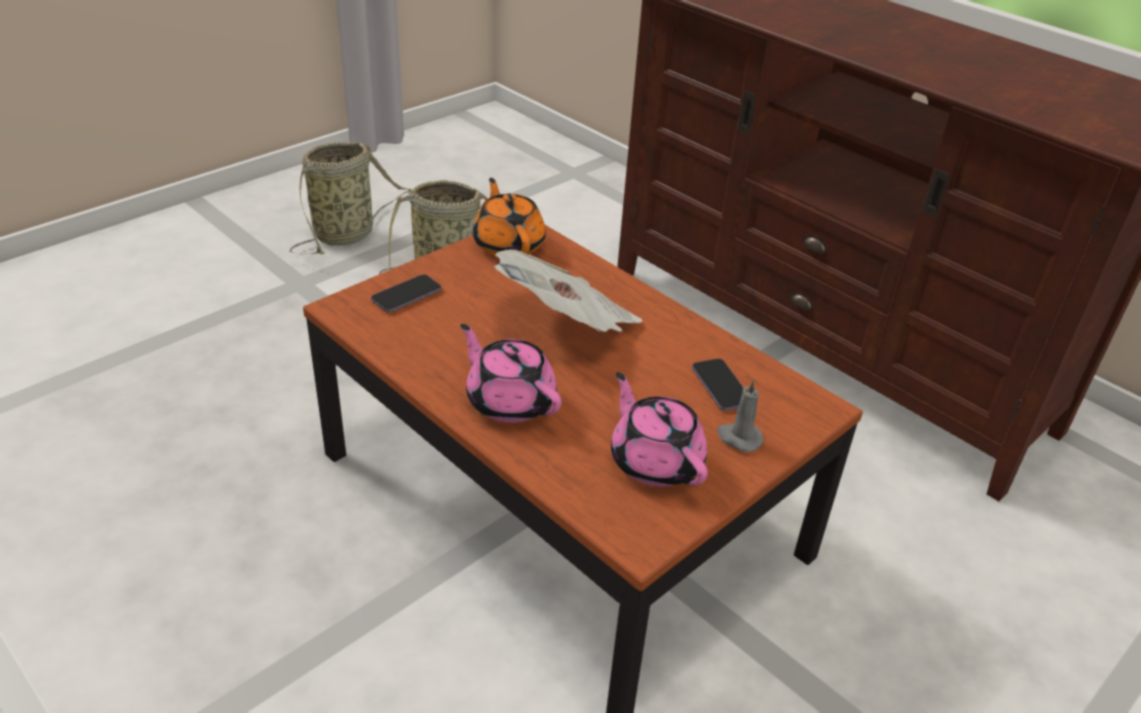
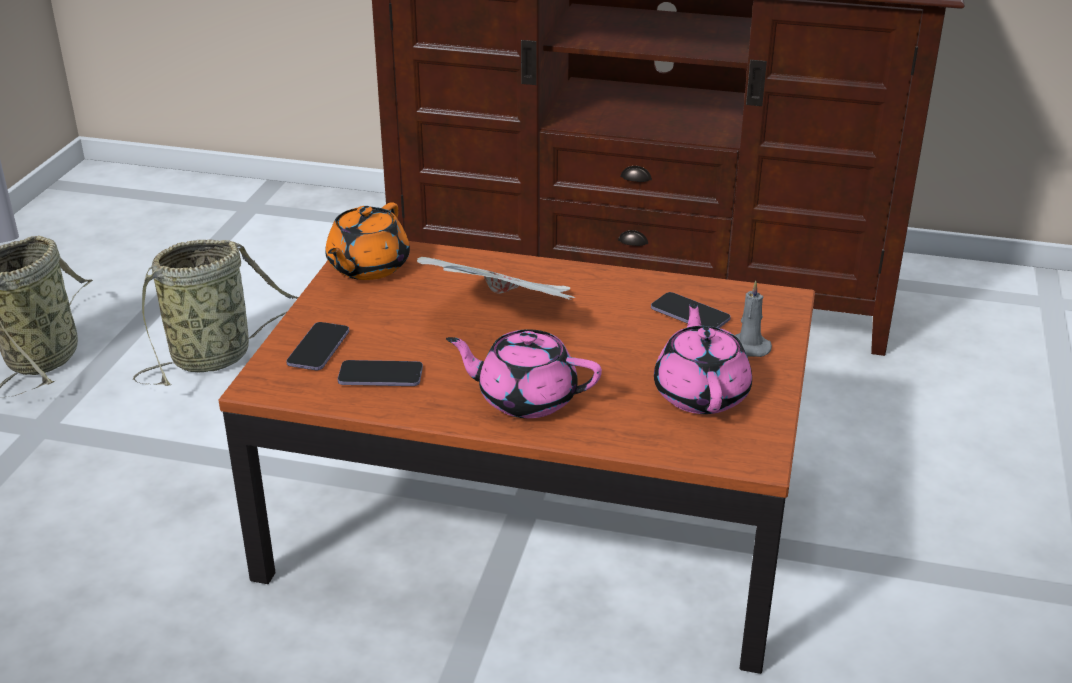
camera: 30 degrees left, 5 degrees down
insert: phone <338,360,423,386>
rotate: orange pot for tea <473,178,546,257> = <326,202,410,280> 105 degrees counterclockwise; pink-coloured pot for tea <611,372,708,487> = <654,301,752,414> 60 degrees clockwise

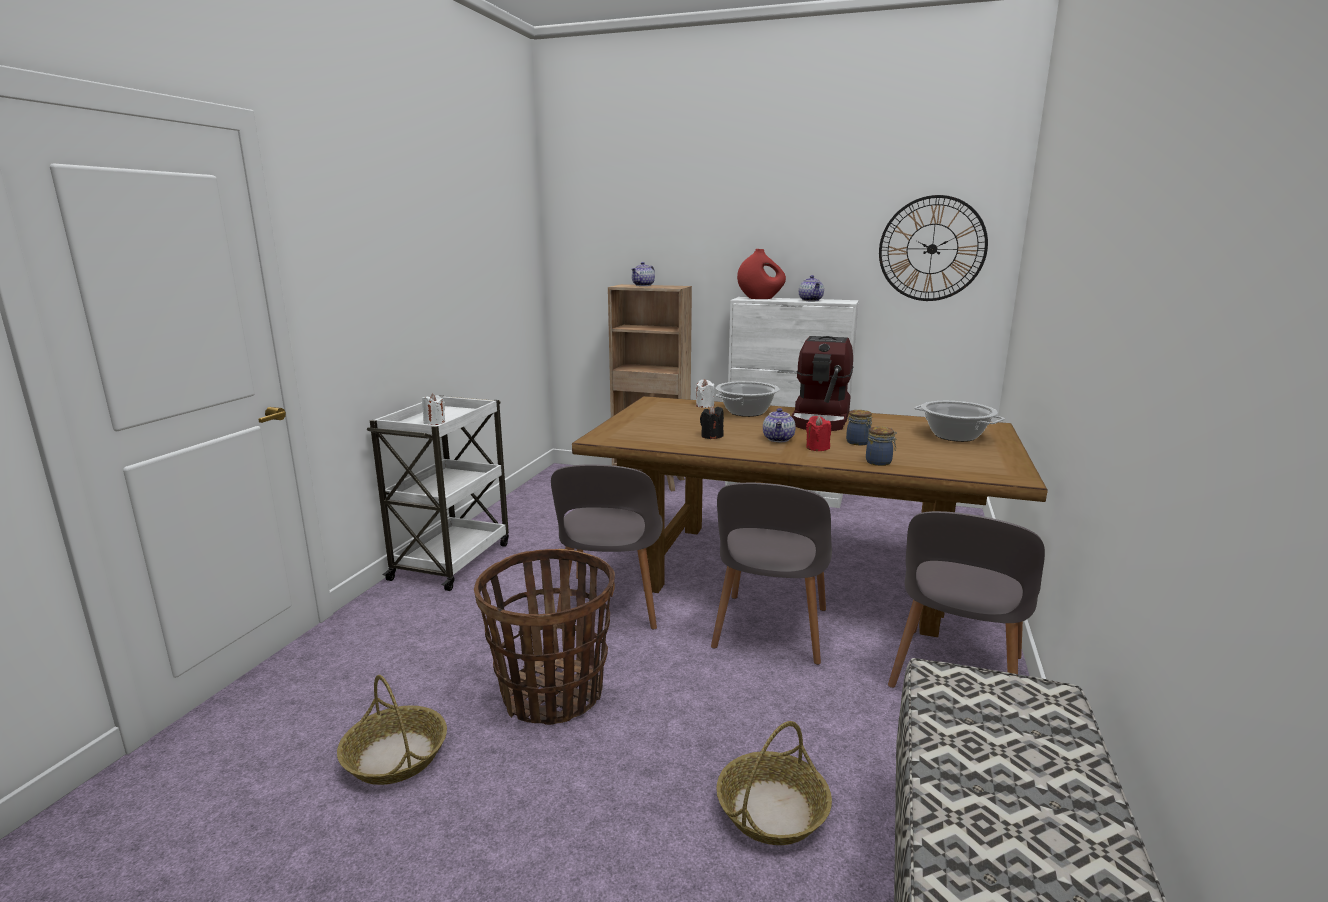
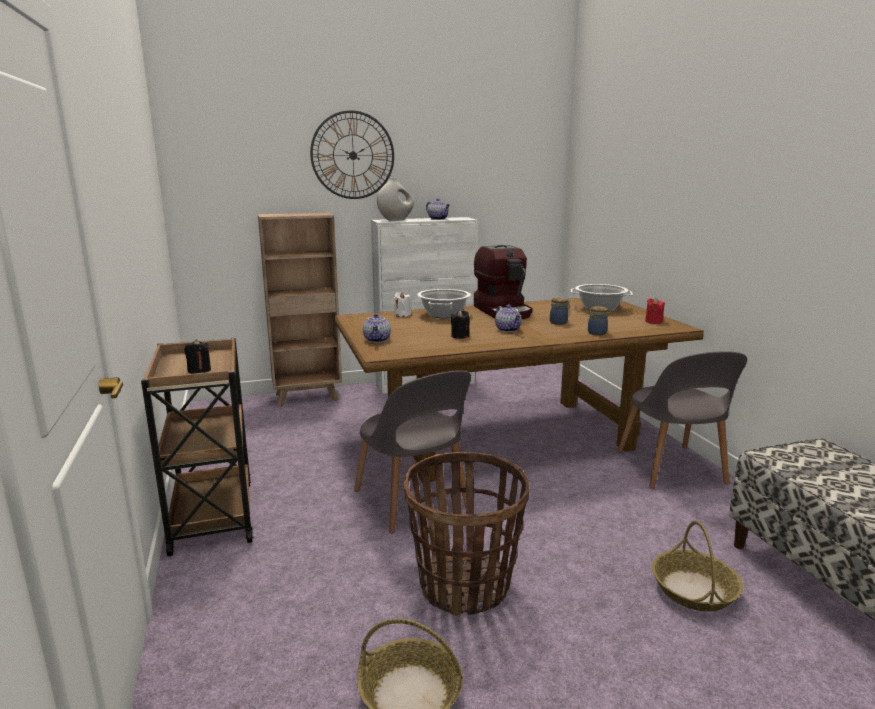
camera: 35 degrees left, 0 degrees up
delete: gray chair <711,483,832,665>
move: pot for tea <632,262,655,286> to <363,313,391,343>; reddish wax candle <806,416,831,451> to <645,298,665,324>; hanging clock <879,195,988,301> to <310,110,394,199>
recolor: white-coloured trolley <367,395,509,591> to brown trolley <141,338,253,556>; white-coloured wax candle <422,393,445,425> to blackish wax candle <184,339,211,374>; reddish vase <737,249,786,299> to white-coloured vase <377,177,414,221>

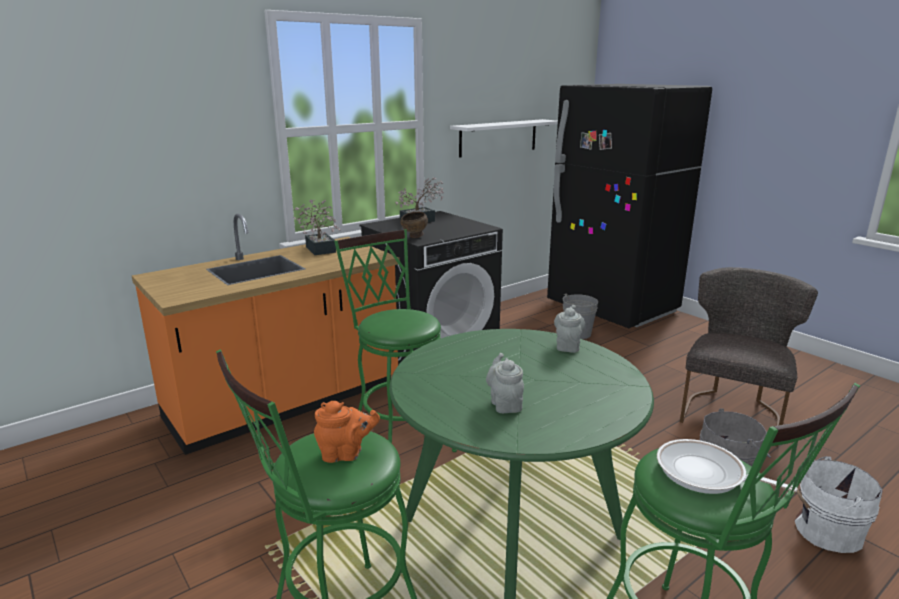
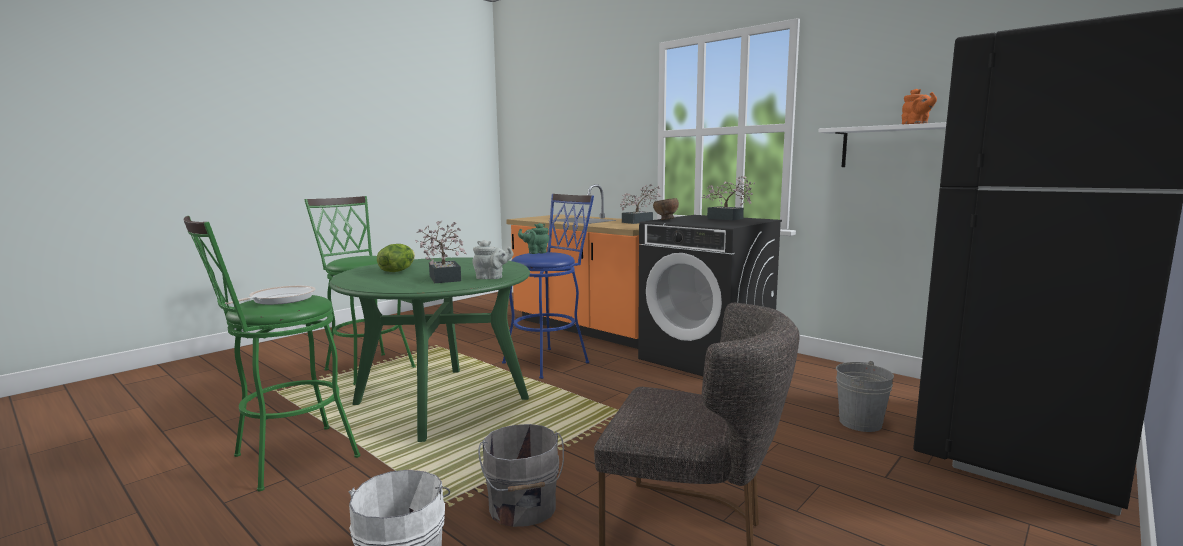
camera: 80 degrees right, 10 degrees down
insert: houseplant <415,220,467,283>; greenish pot for tea <518,223,550,254>
move: orange pot for tea <314,401,380,463> to <902,89,937,124>
replace: gray pot for tea <486,353,524,413> to head of lettuce <377,244,415,272>
recolor: greenish stool <334,230,457,452> to bluish stool <502,194,594,379>

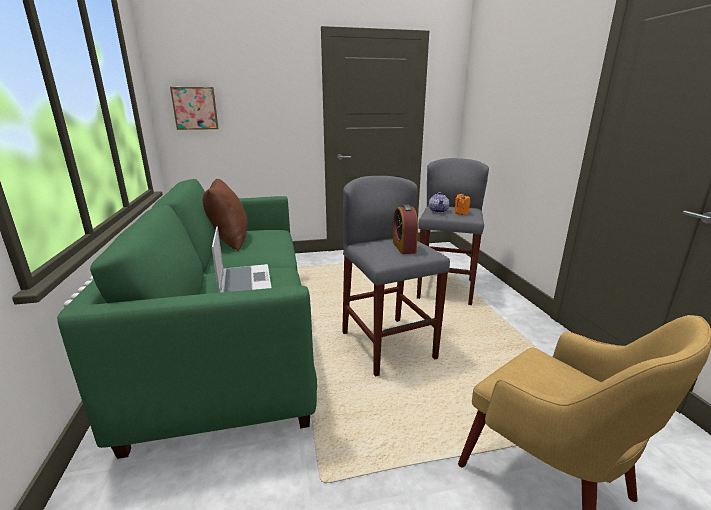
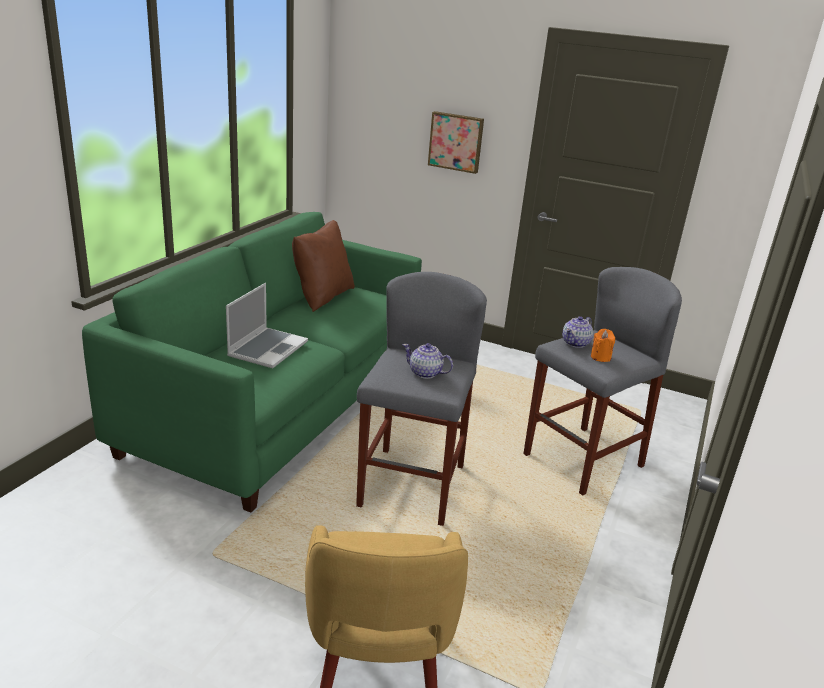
camera: 35 degrees right, 5 degrees up
move: picture <170,87,219,130> to <428,111,484,174>
replace: alarm clock <393,205,418,254> to pot for tea <402,343,453,379>

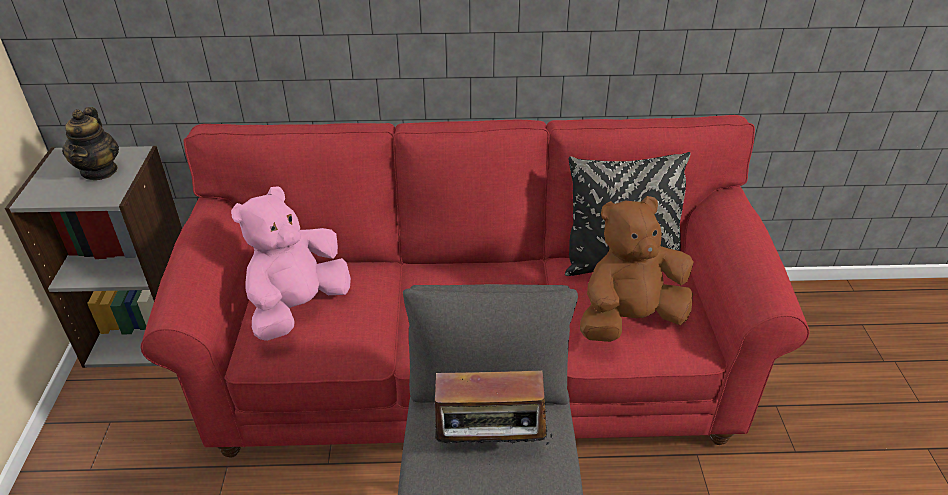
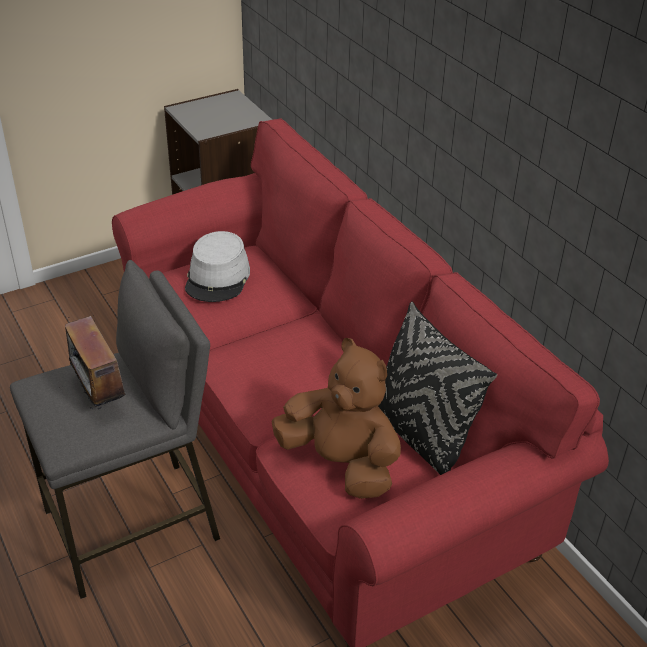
camera: 60 degrees right, 0 degrees up
delete: pot for tea <62,107,119,180>
replace: pink-coloured soft toy <231,186,351,341> to gray wearable hat <185,231,250,302>

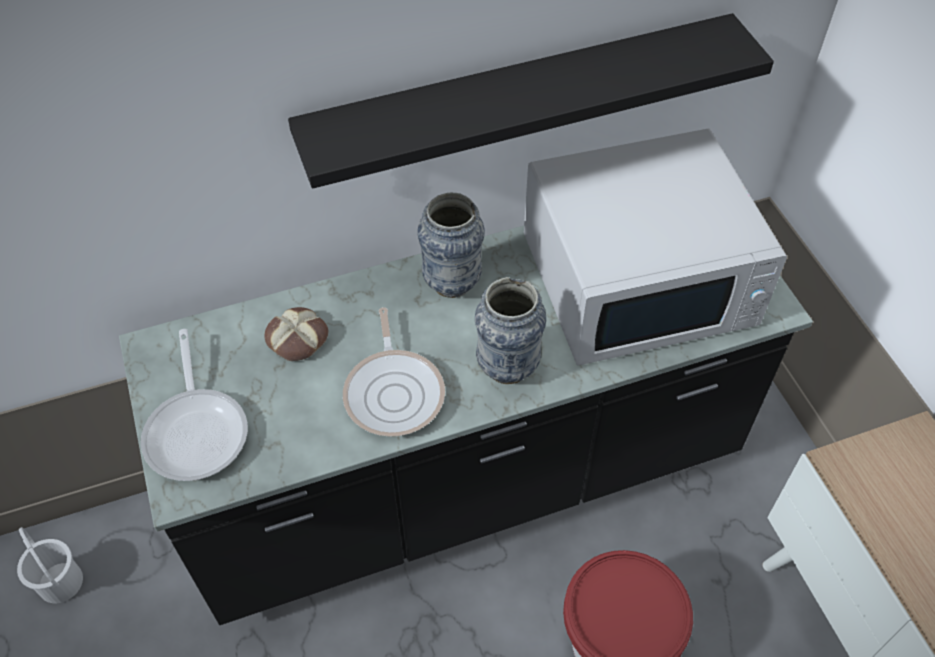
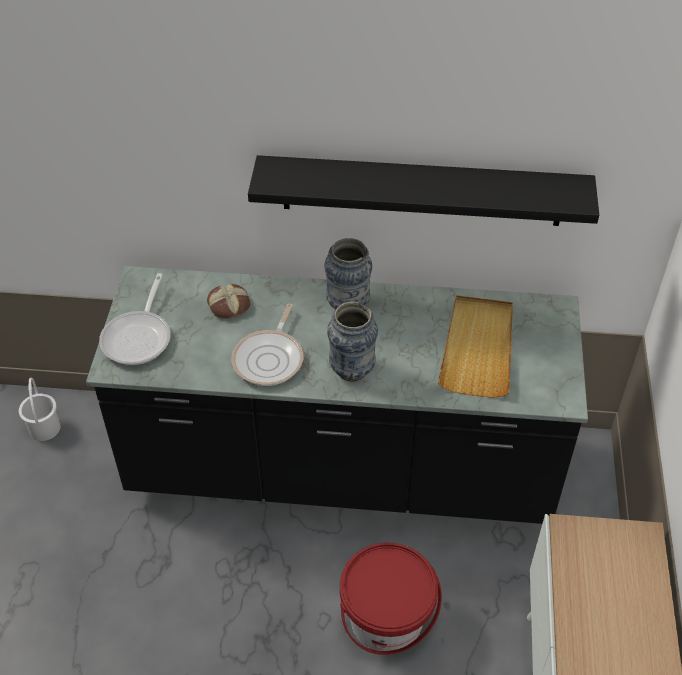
camera: 25 degrees right, 5 degrees down
replace: white-coloured microwave <524,129,787,365> to beige-coloured tray <438,295,513,398>

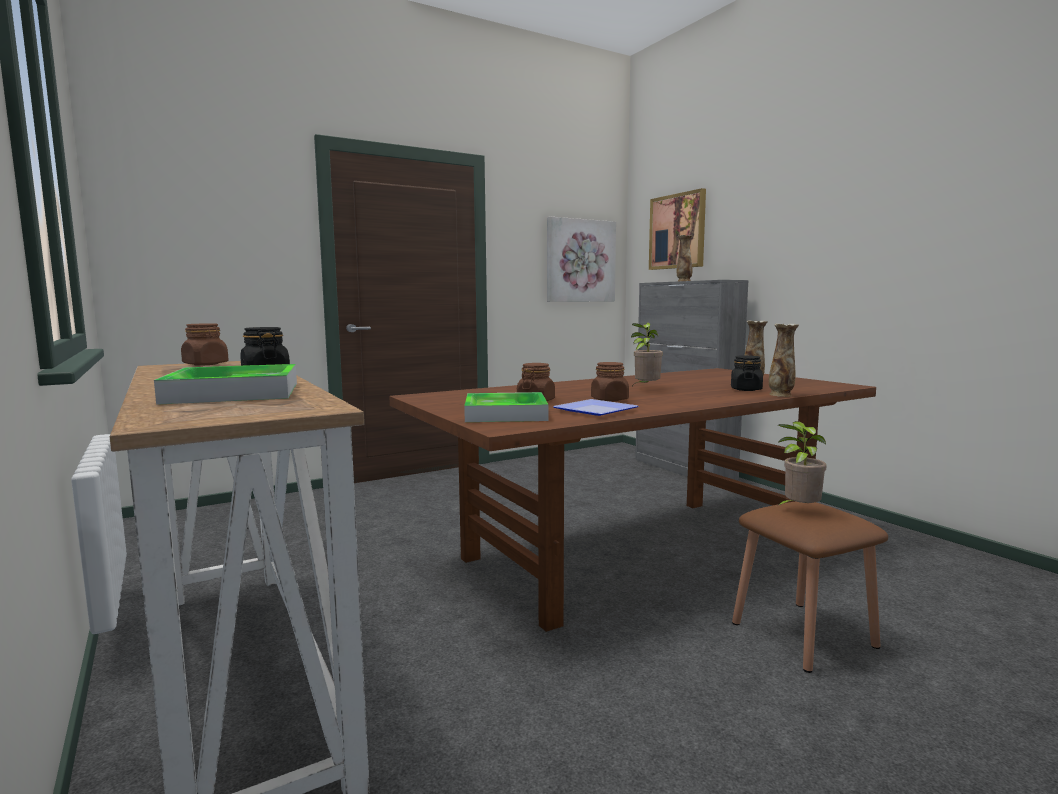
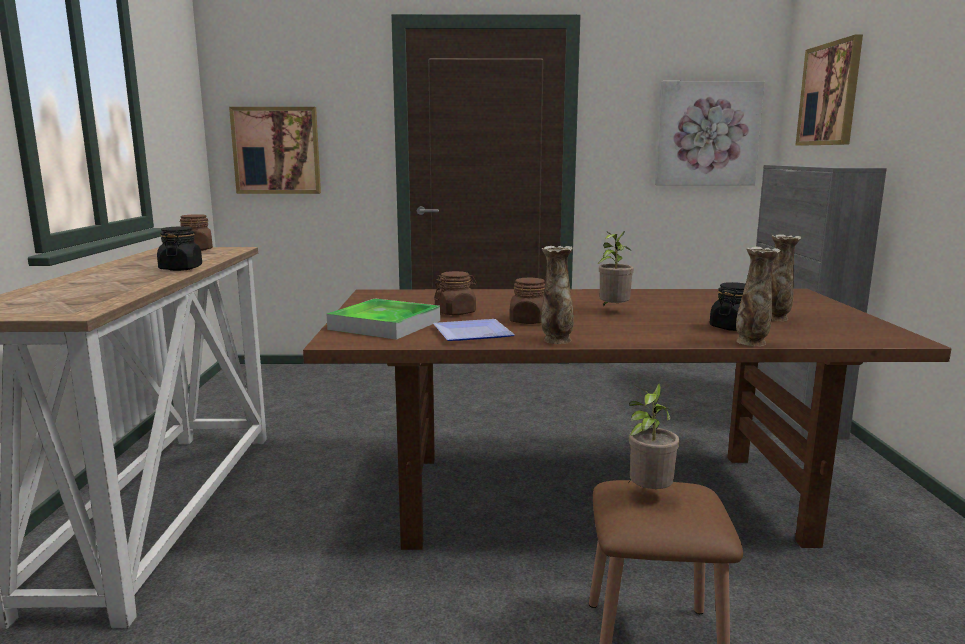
camera: 30 degrees right, 5 degrees up
delete: tray <154,364,297,405>
insert: picture <229,107,321,194>
move: vase <677,235,693,281> to <541,246,574,344>

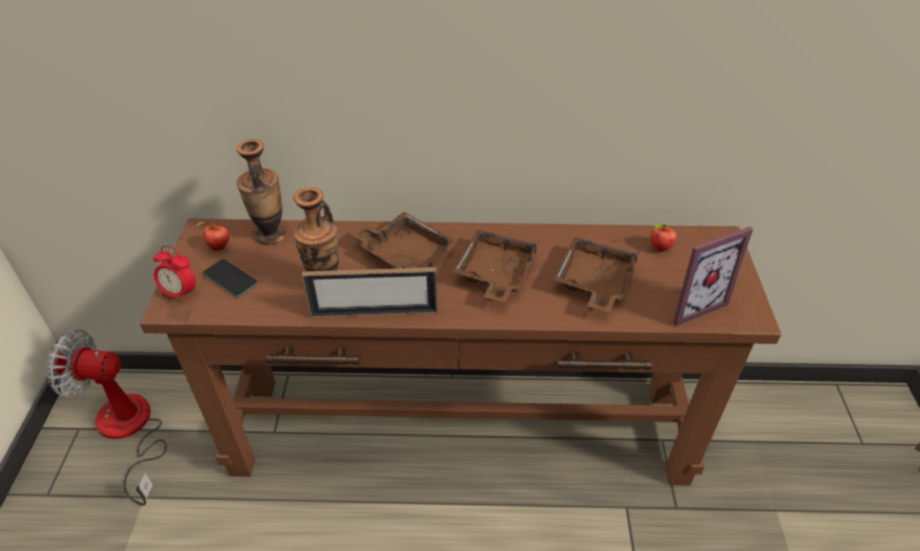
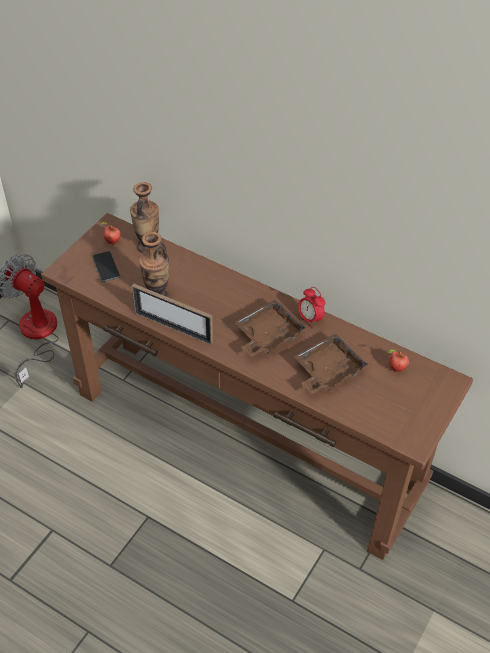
camera: 30 degrees right, 5 degrees up
delete: brown tray <351,212,455,269>; standing frame <673,227,753,326>
move: alarm clock <153,246,196,303> to <298,287,325,328>

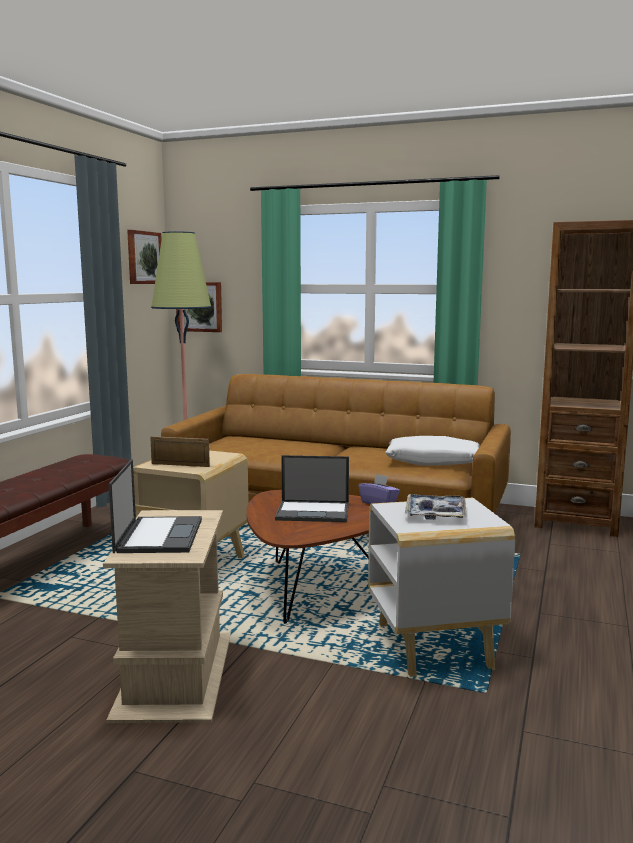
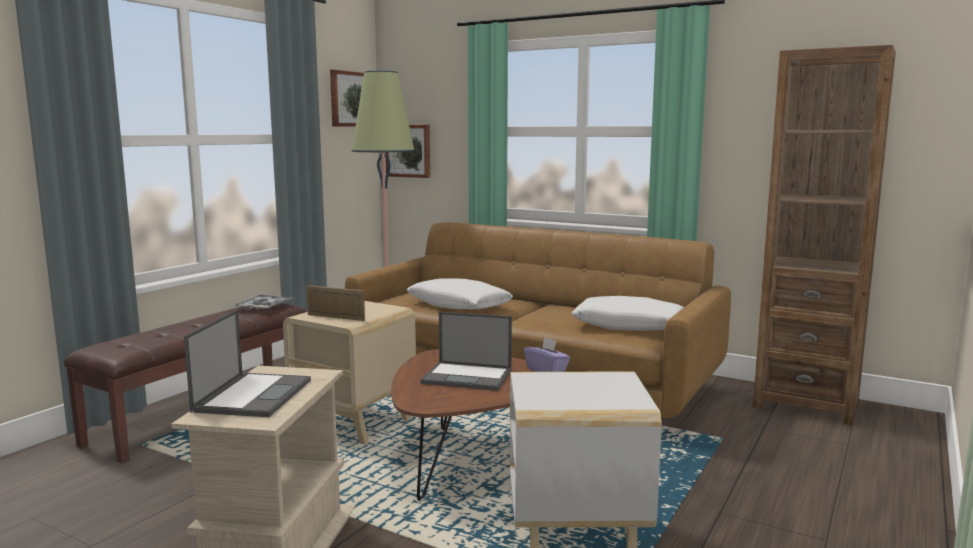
camera: 10 degrees right, 0 degrees up
insert: white-coloured pillow <407,278,513,309>
move: tray <405,494,466,520> to <233,295,293,310>

